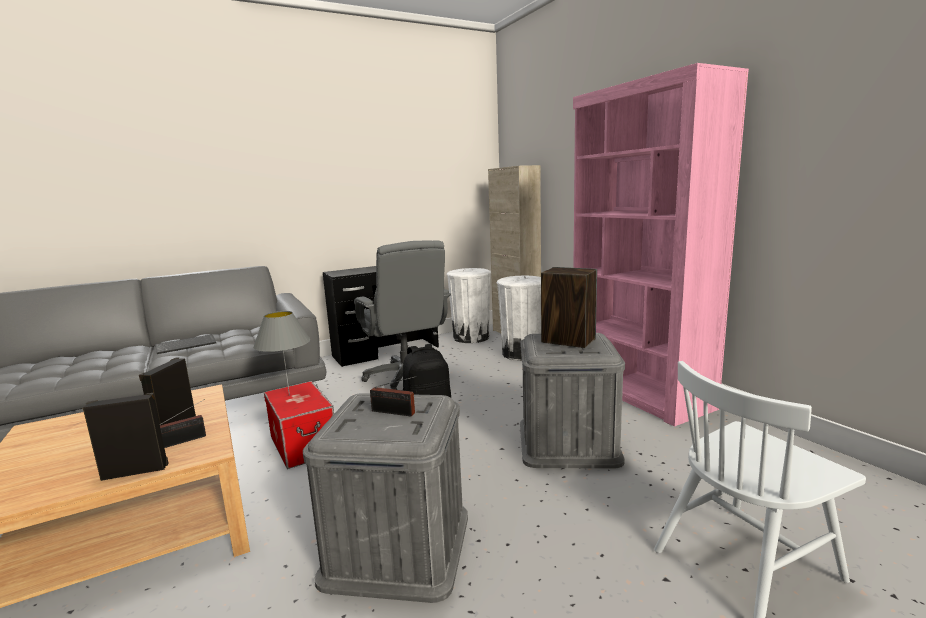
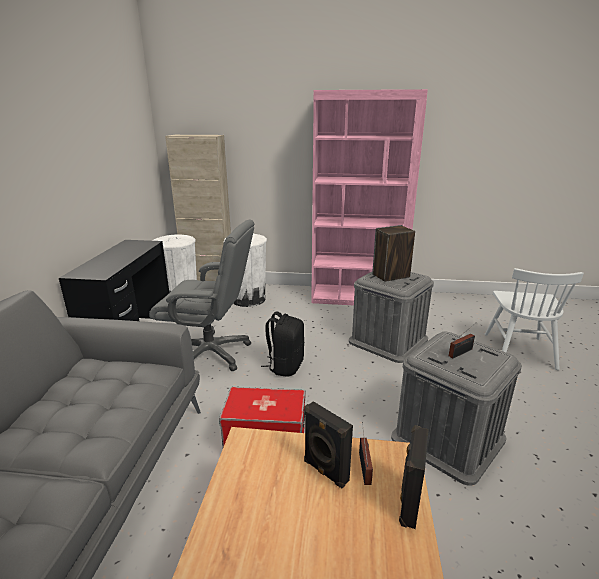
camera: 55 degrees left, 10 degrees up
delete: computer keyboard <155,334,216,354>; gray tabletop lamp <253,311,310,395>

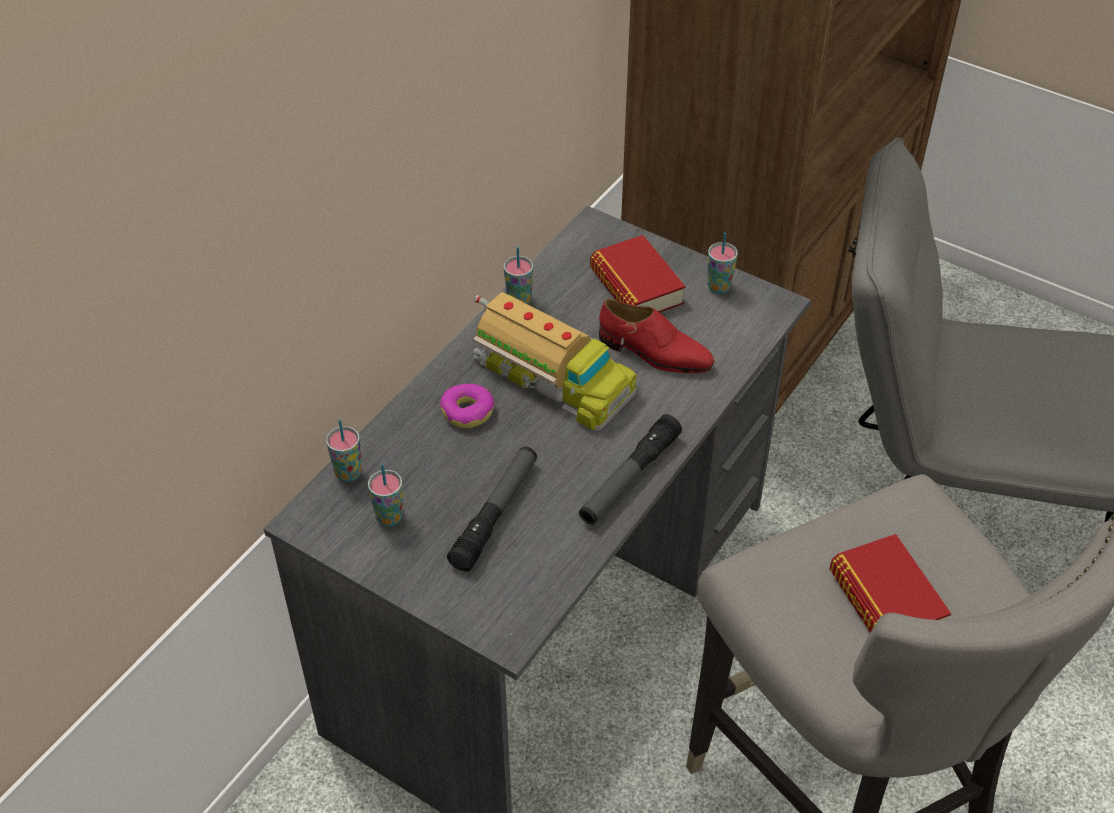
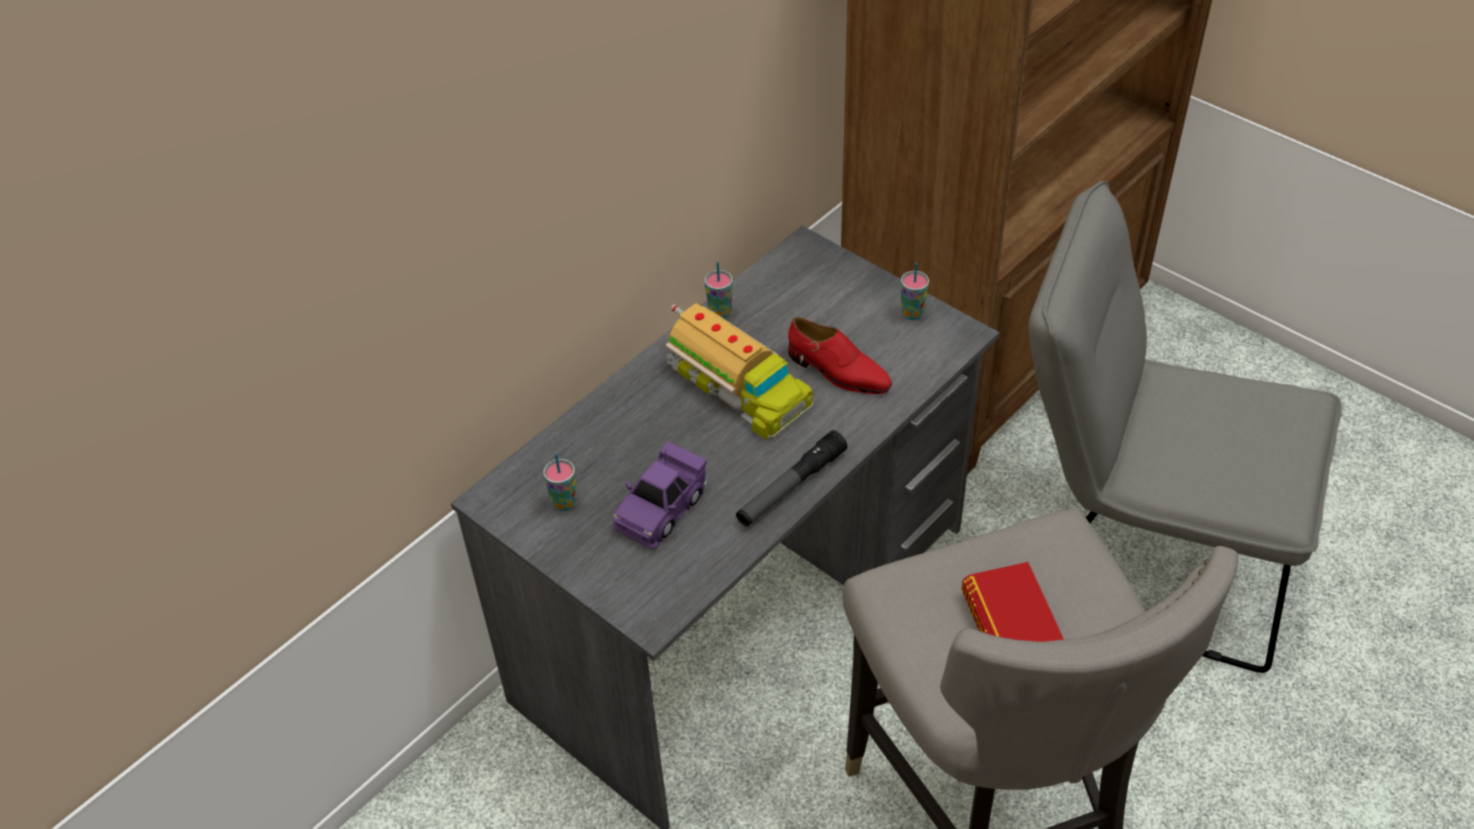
camera: 10 degrees right, 0 degrees up
delete: drinking cup <326,420,362,482>; doughnut <440,384,495,428>; volume <590,235,685,313>
replace: torch <447,447,537,571> to purple-coloured toy car <613,441,707,549>

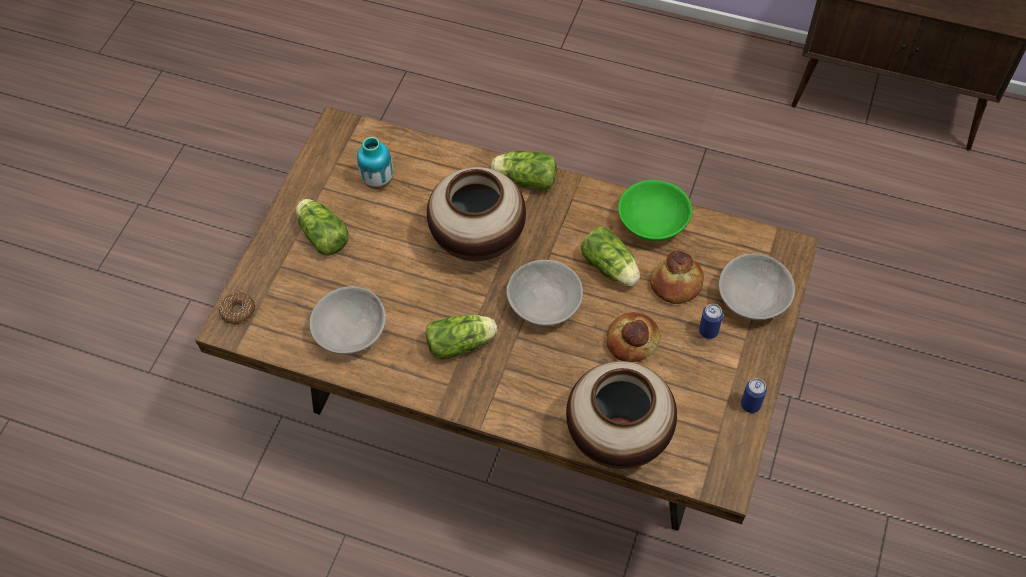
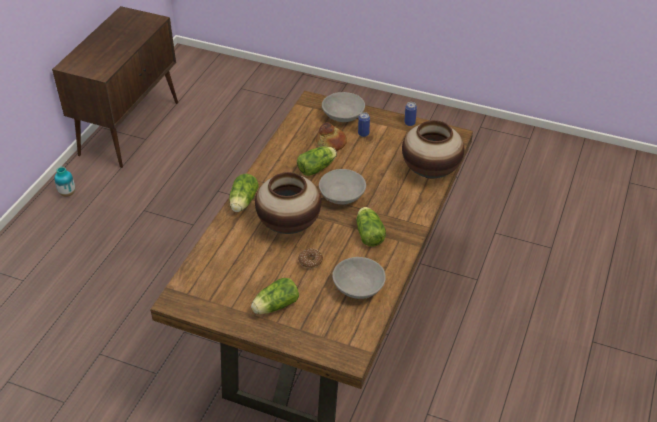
camera: 90 degrees left, 15 degrees down
delete: bread <607,312,661,362>; greenish deep dish <618,180,693,241>
move: doughnut <219,292,255,325> to <298,248,323,269>; vase <357,137,393,189> to <54,167,75,197>

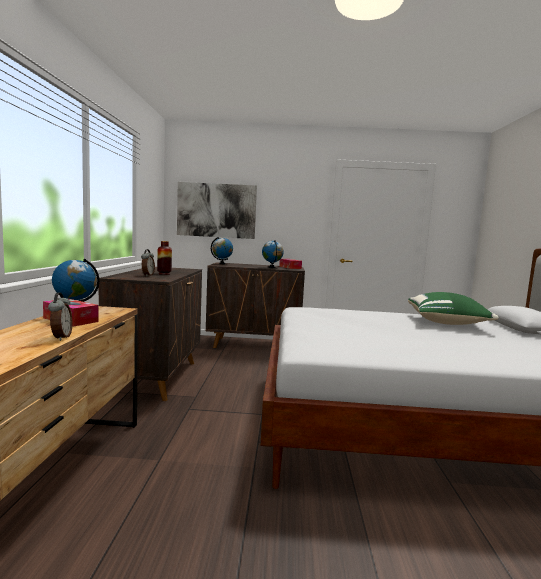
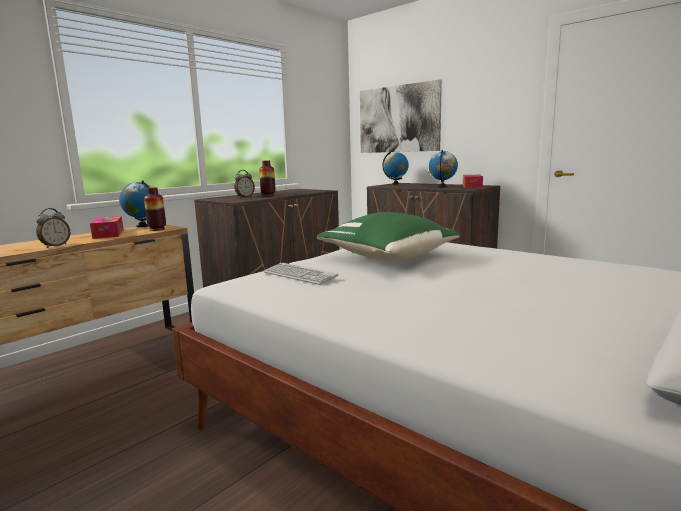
camera: 40 degrees right, 5 degrees up
insert: vase <144,187,166,231>; computer keyboard <263,263,338,285>
move: greenish pillow <408,292,499,325> to <317,212,460,260>

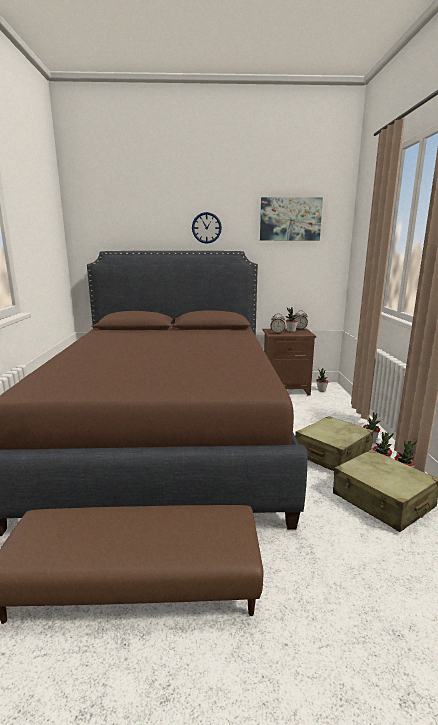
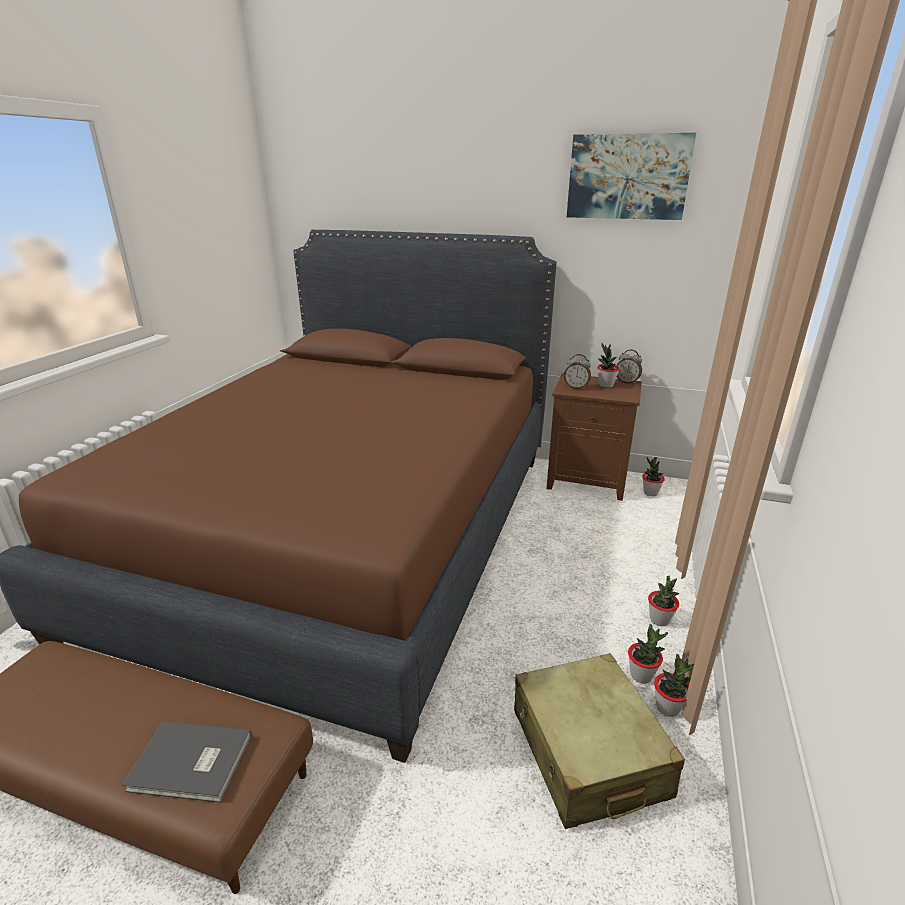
camera: 20 degrees right, 10 degrees up
delete: hanging clock <192,212,222,244>; beige-coloured travel case <295,416,374,471>
insert: gray volume <122,721,252,802>

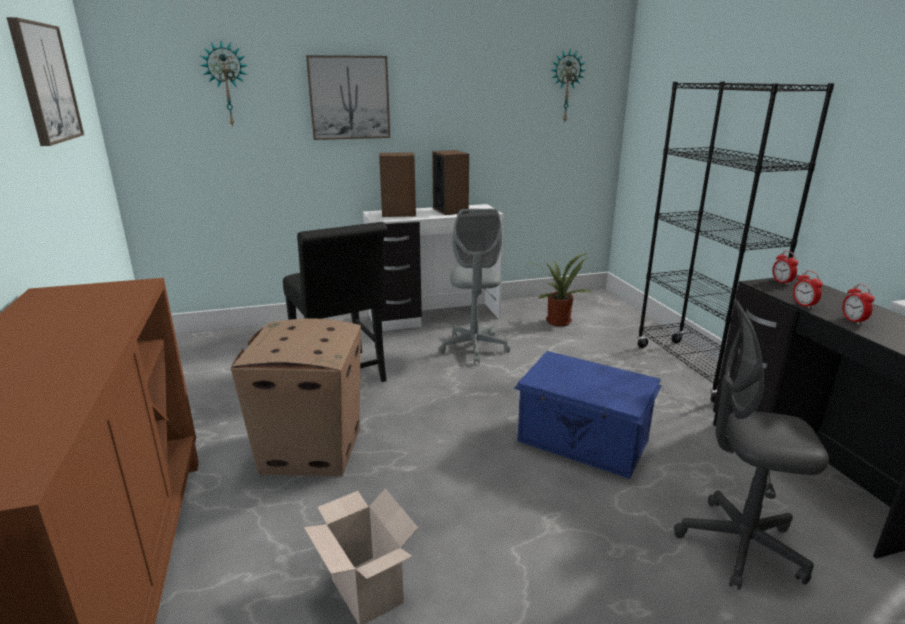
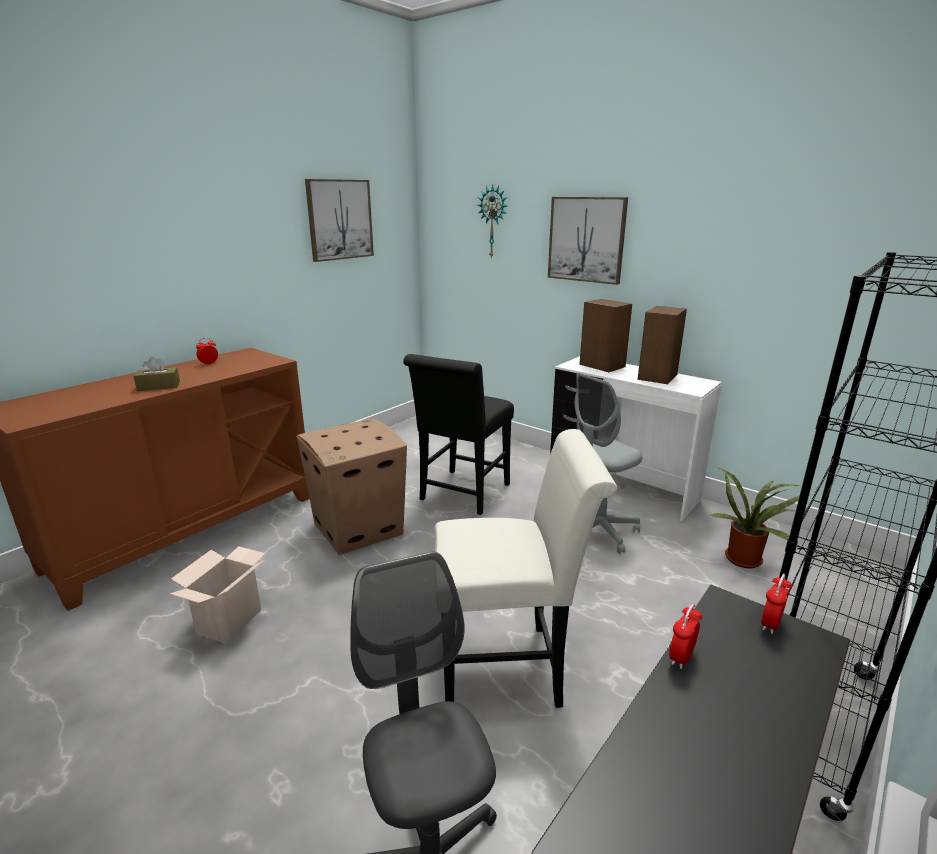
camera: 55 degrees right, 0 degrees up
delete: hanging clock <552,49,585,122>
insert: brown tissue box <134,357,180,391>
move: alarm clock <842,284,874,325> to <196,338,218,365>
replace: bluish storage container <514,351,662,479> to white-coloured chair <434,429,618,708>

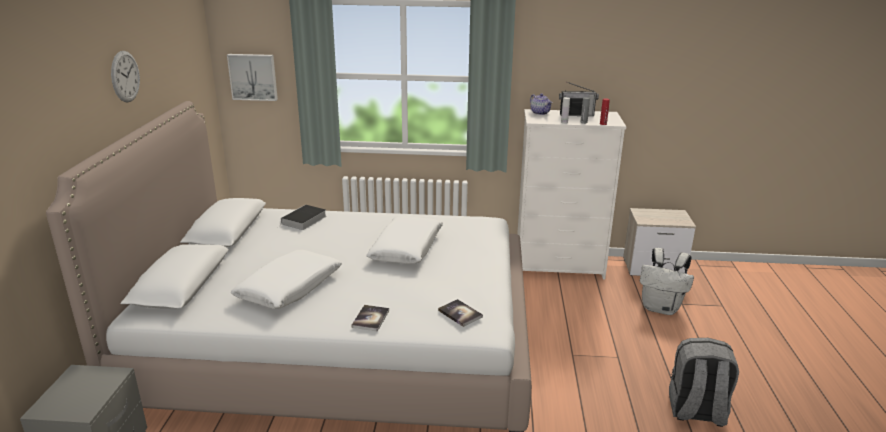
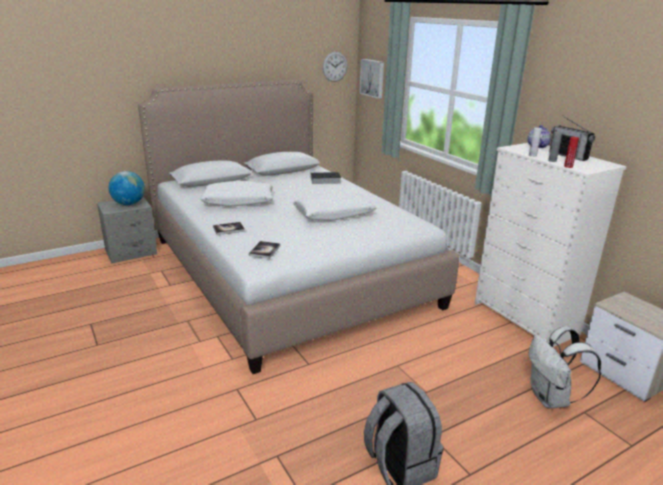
camera: 55 degrees right, 0 degrees up
insert: desk globe <109,171,145,205>
move: hanging clock <111,51,140,103> to <323,52,348,82>

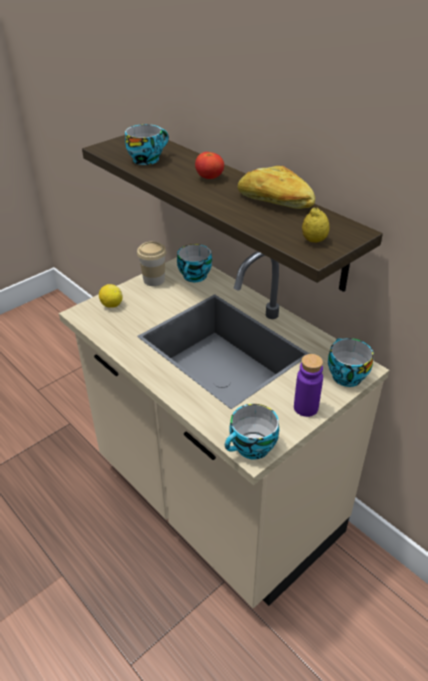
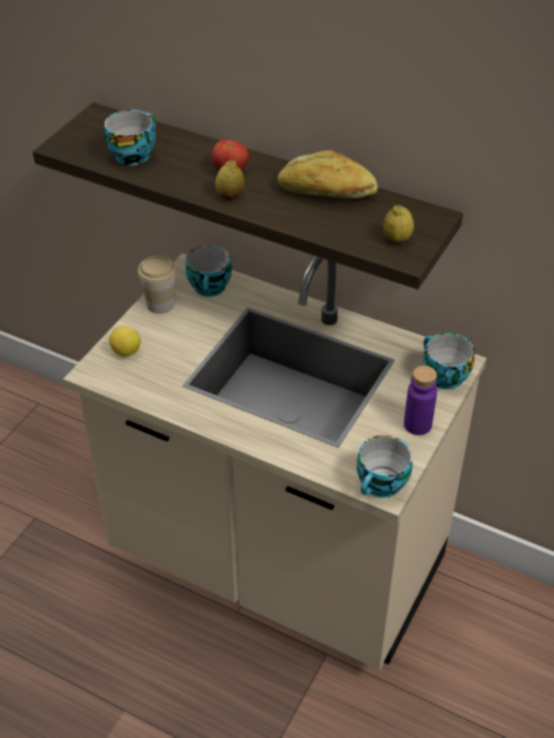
camera: 20 degrees left, 5 degrees up
insert: citrus fruit <215,160,244,200>

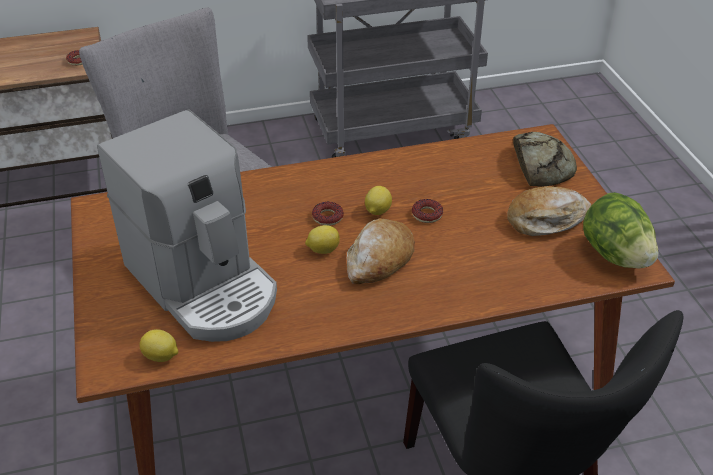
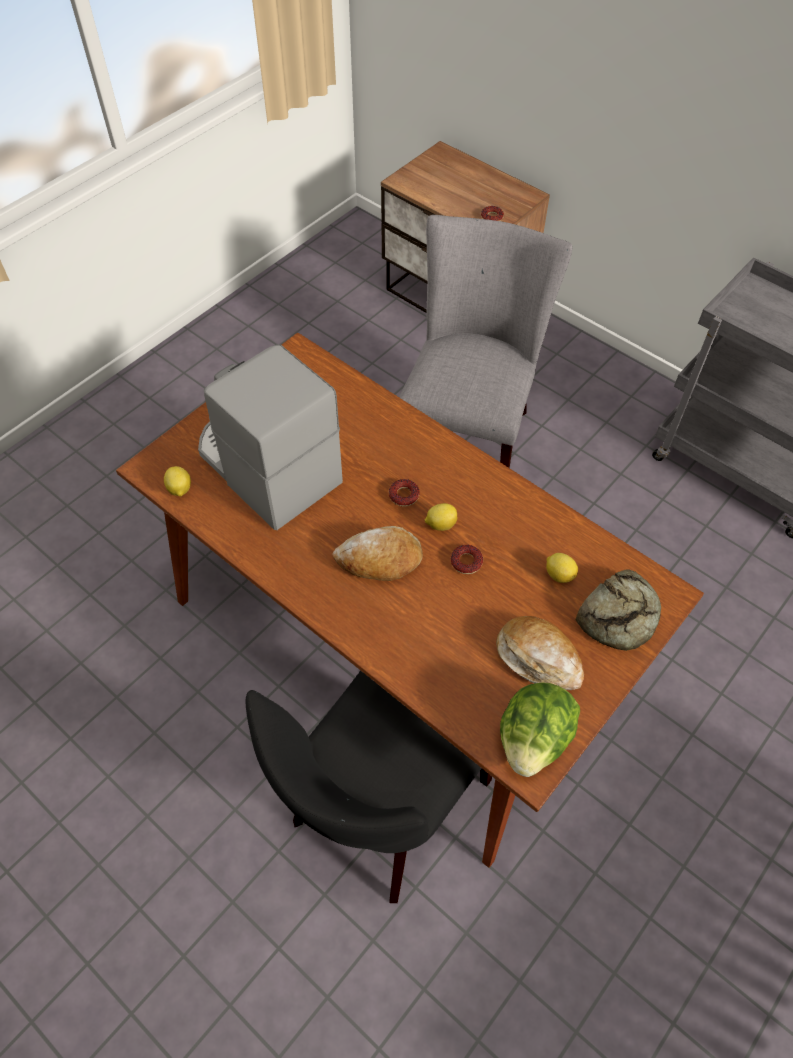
camera: 55 degrees right, 15 degrees up
move: citrus fruit <305,225,340,254> to <546,553,578,583>
rotate: coffee maker <97,109,277,342> = <198,345,343,530> 120 degrees clockwise

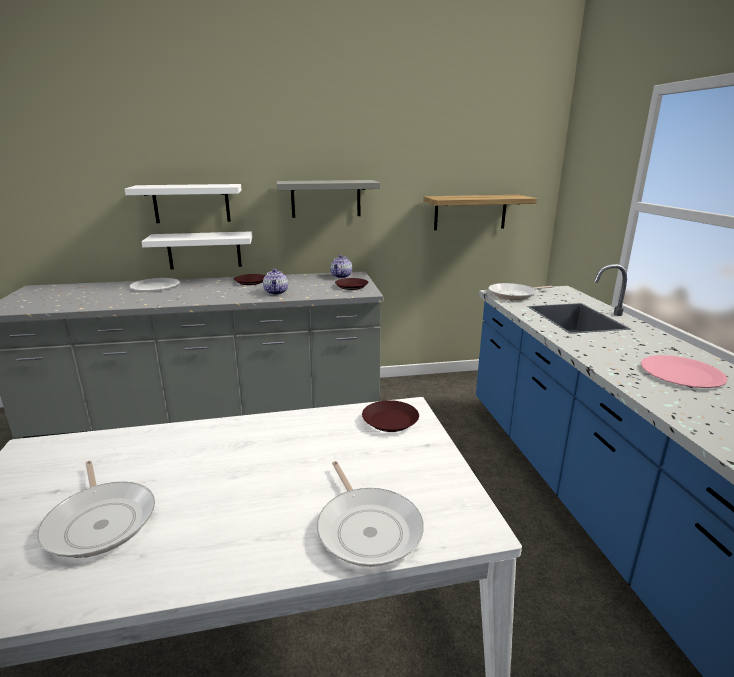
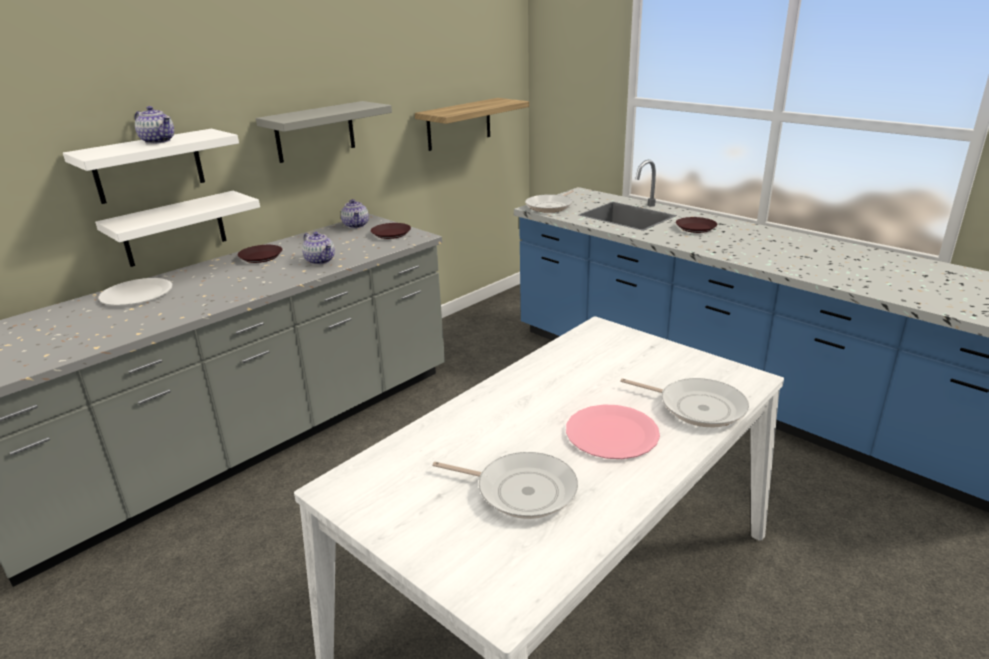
camera: 35 degrees left, 5 degrees up
insert: pot for tea <135,106,174,144>
move: brown flat dish <362,400,419,432> to <676,217,717,233>; pink-coloured flat dish <641,355,728,388> to <566,404,660,459>

